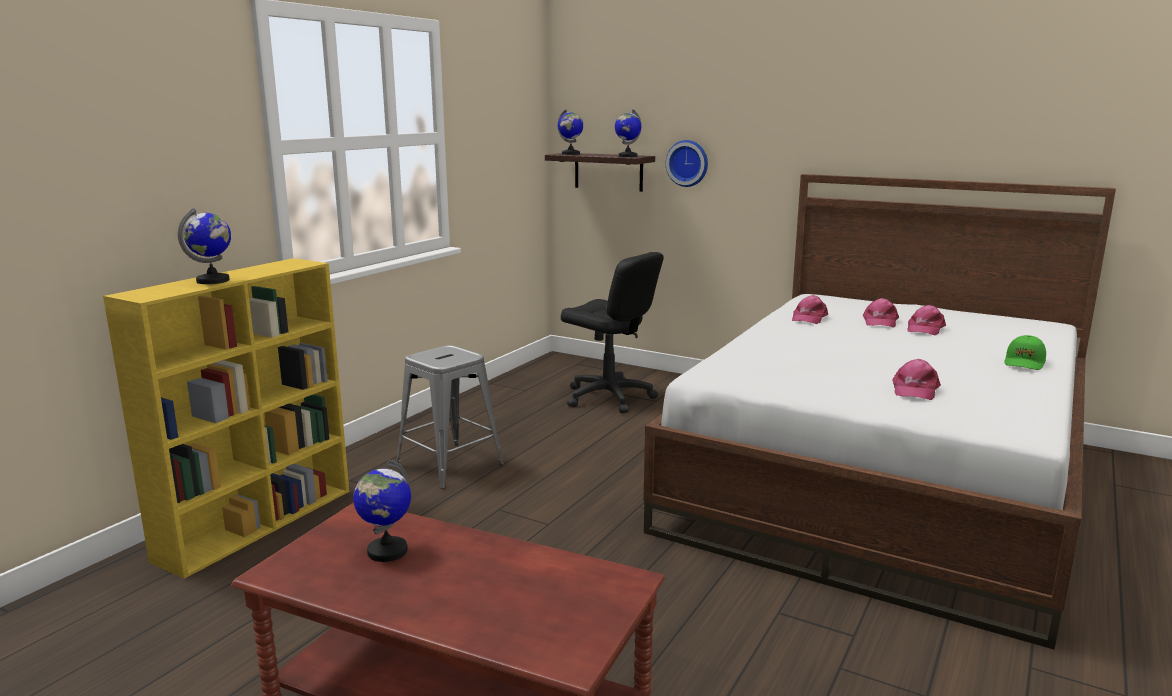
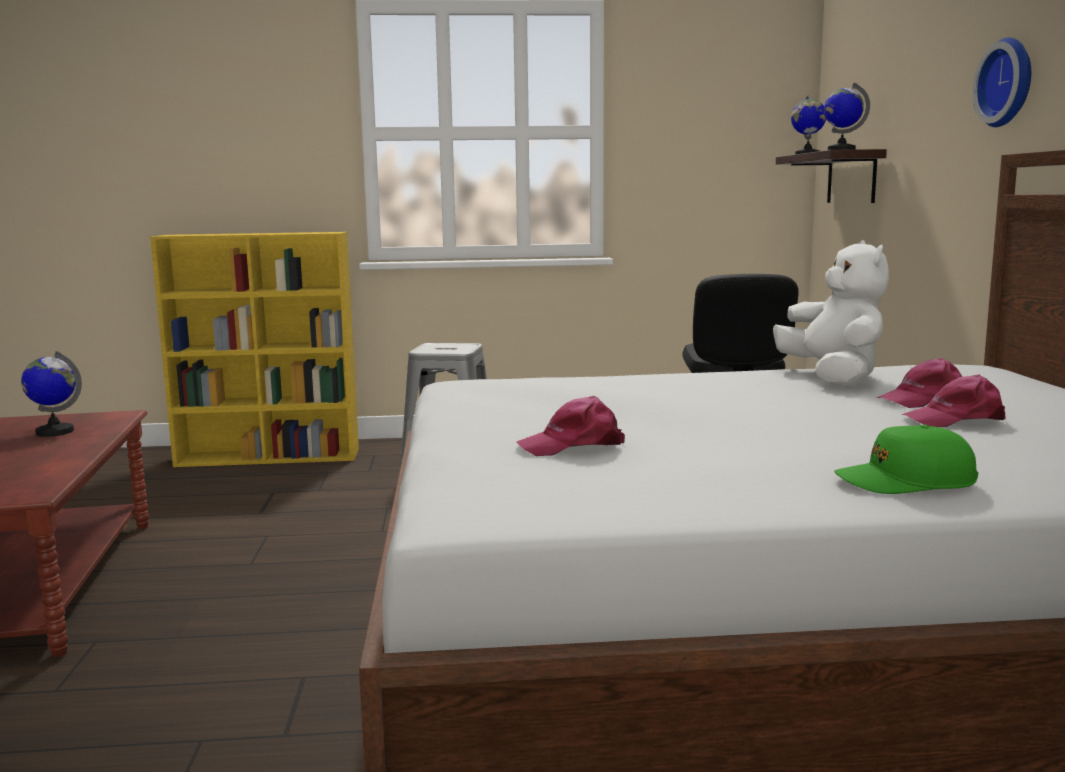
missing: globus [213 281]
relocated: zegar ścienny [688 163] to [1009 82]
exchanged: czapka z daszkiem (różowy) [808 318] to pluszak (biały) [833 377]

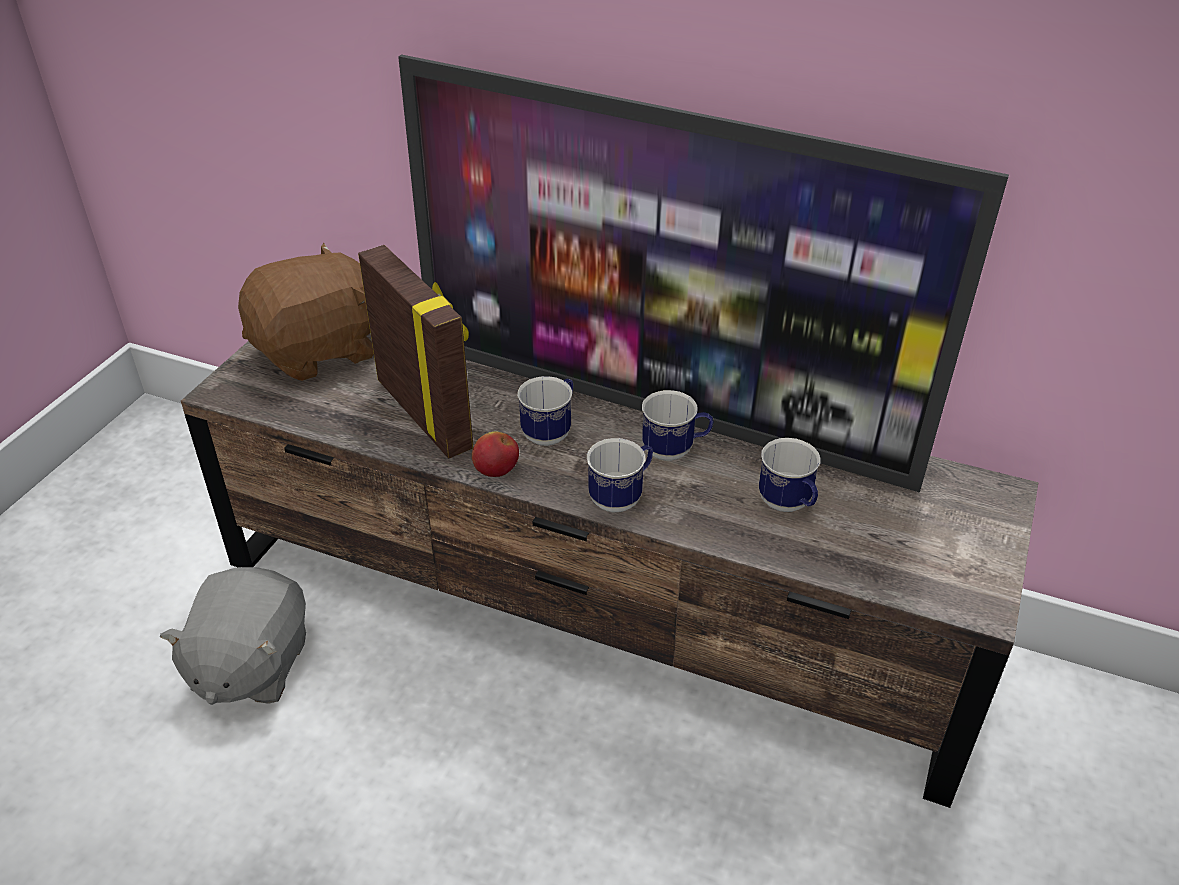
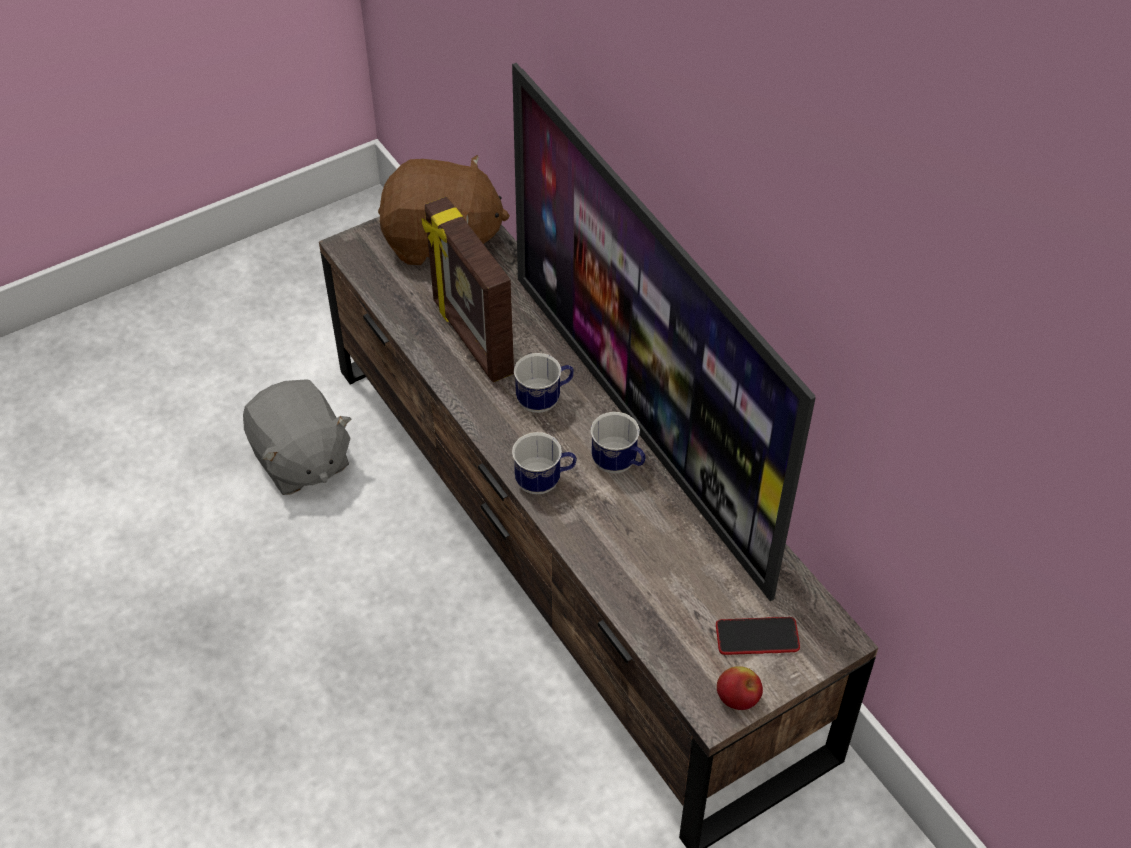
missing: kubek [788 506]
appeared: telefon [757 637]
relocated: jabłko [496 471] to [737 699]
spun: ramka na zdjęcie [426 414] = [471 338] 150 degrees clockwise; pluszak (szary) [250 666] = [301 460] 75 degrees counterclockwise

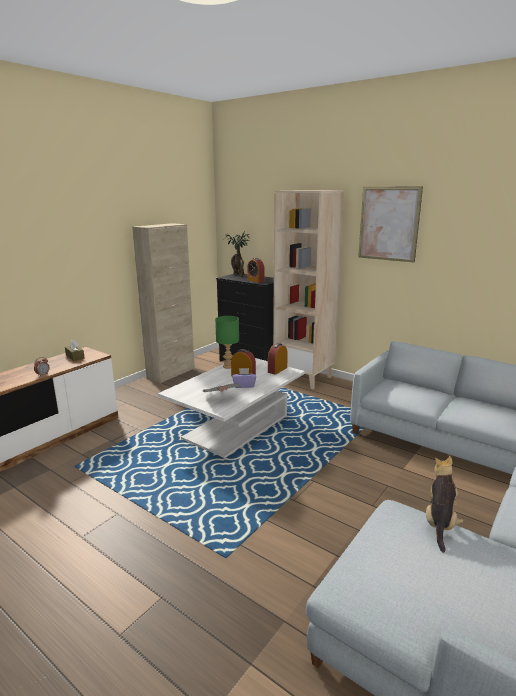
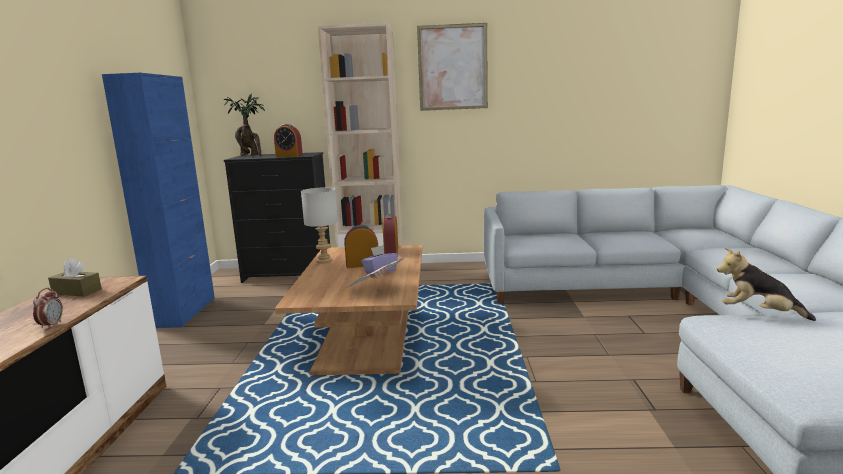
colour: szafka (beżowy) [171 373] to szafka (niebieski) [184 312]; lampa stołowa (zielony) [228 366] to lampa stołowa (szary) [324 261]; ława (biały) [236 427] to ława (brązowy) [365 339]
spun: pluszak [440 522] = [758 313] 45 degrees counterclockwise

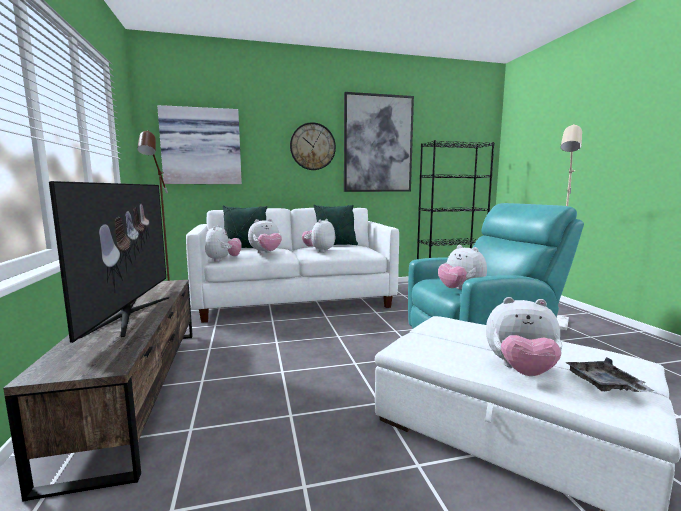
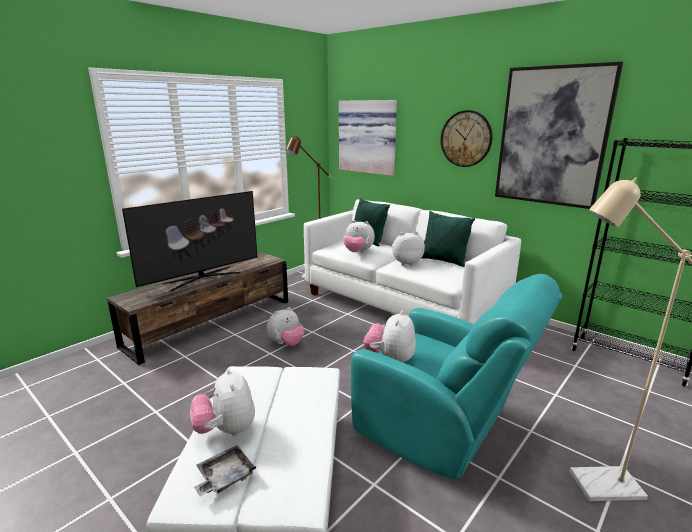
relocated: pluszak [223 260] to [286 343]

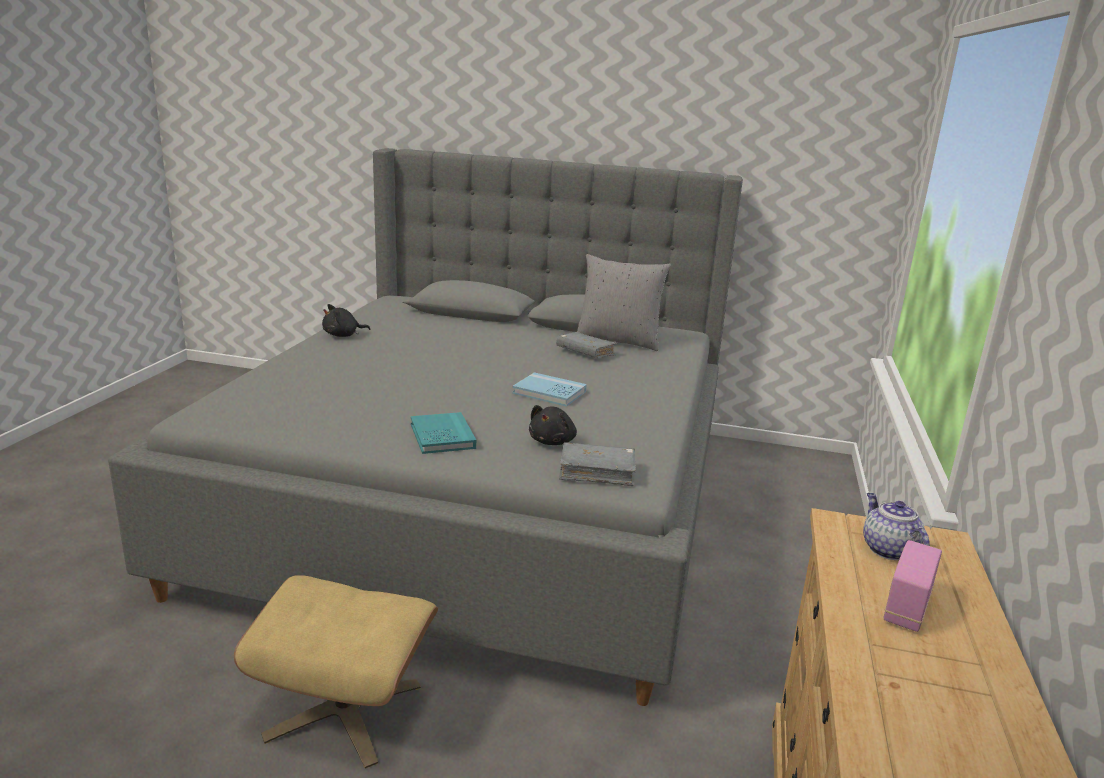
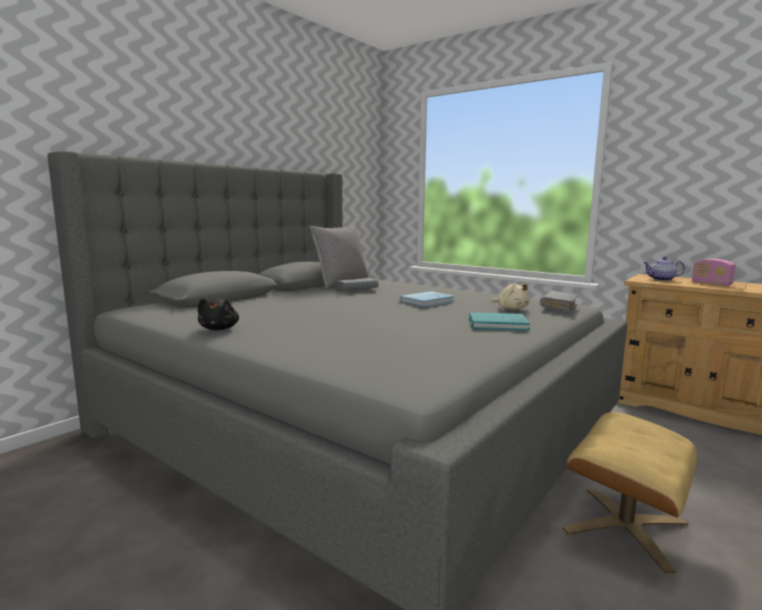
colour: pluszak (czarny) [553 441] to pluszak (beżowy) [511 309]

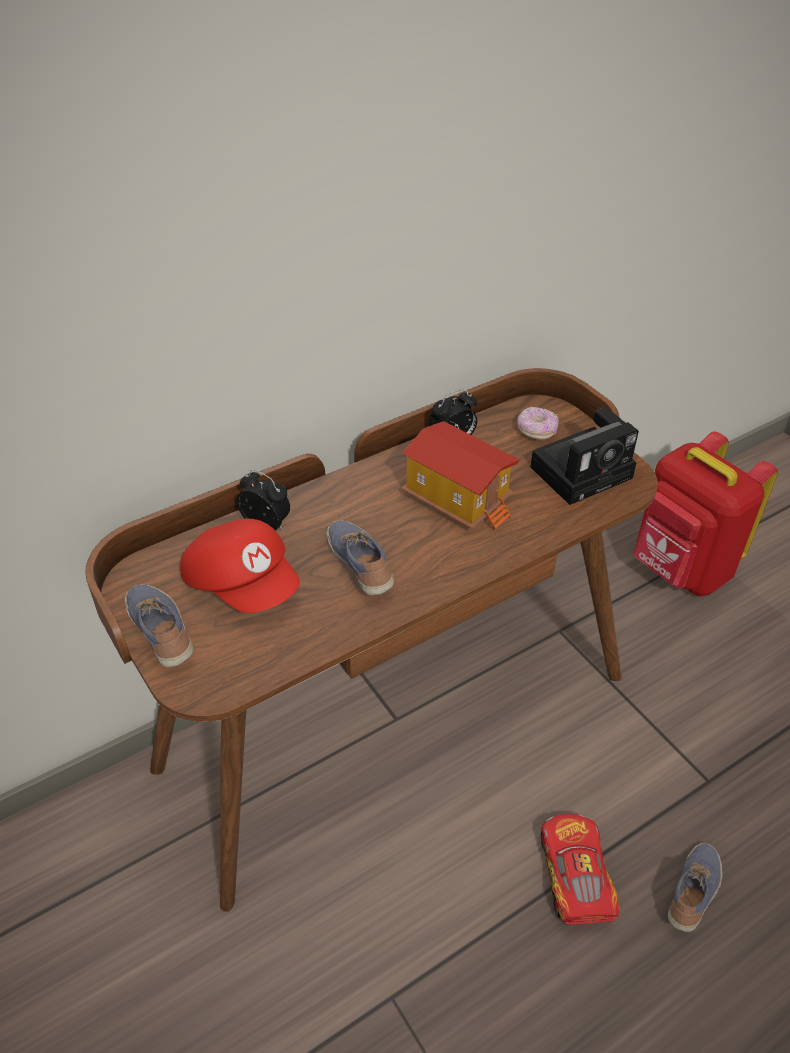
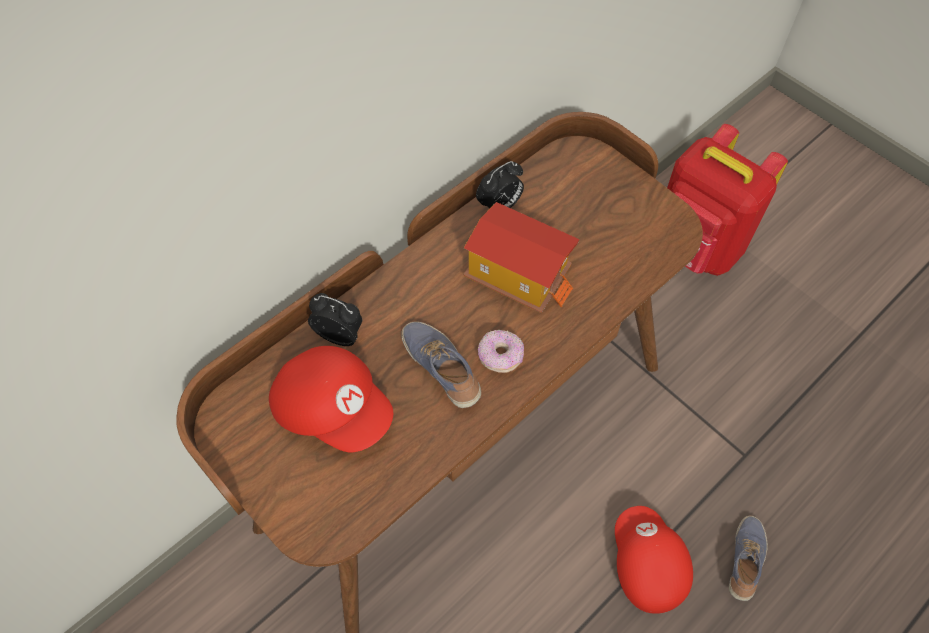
missing: aparat fotograficzny [584 470]; but [162 632]
relocated: donut [536 431] to [500 356]
exchanged: samochodzik [574 877] to czapka z daszkiem (czerwony) [646 565]

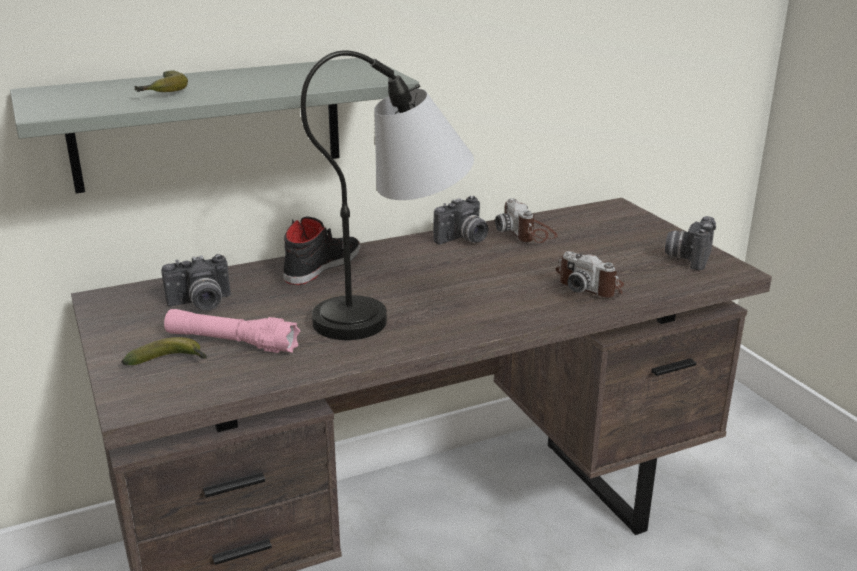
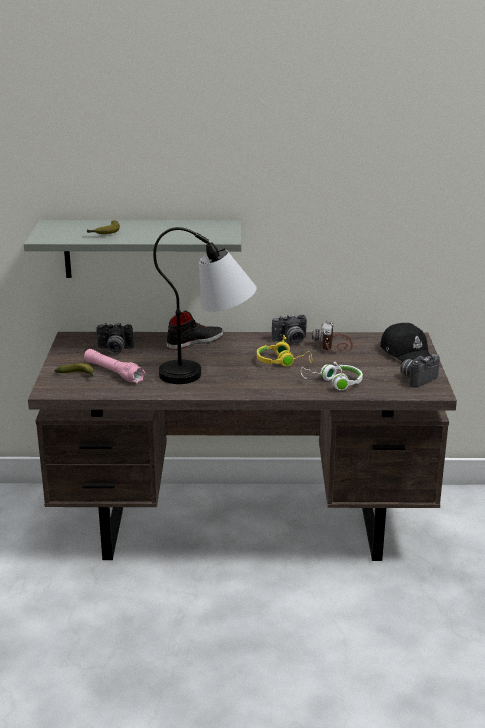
appeared: czapka z daszkiem (czarny) [407 353]; słuchawki (żółty) [283 362]
exchanged: aparat fotograficzny [591 286] to słuchawki (biały) [334 383]

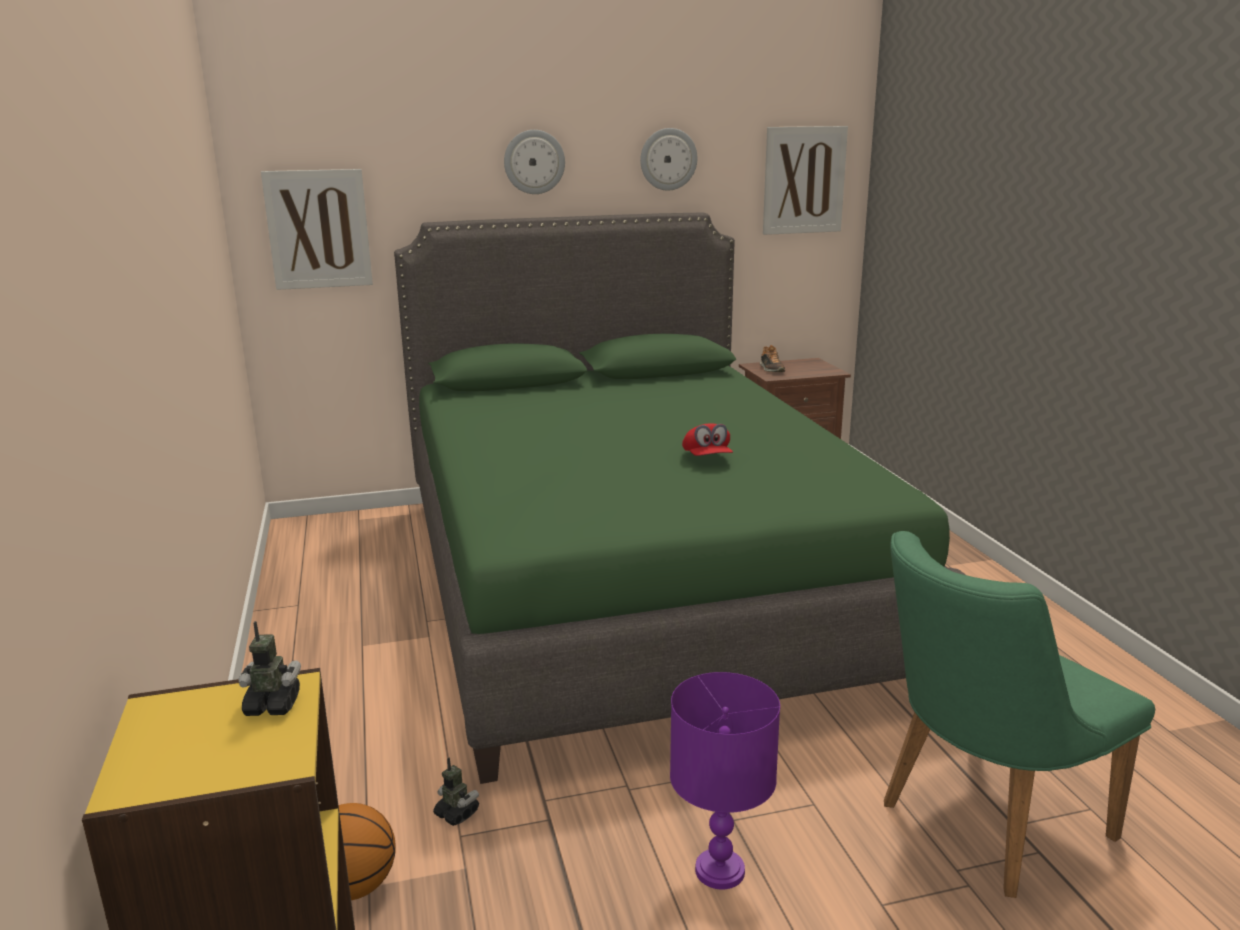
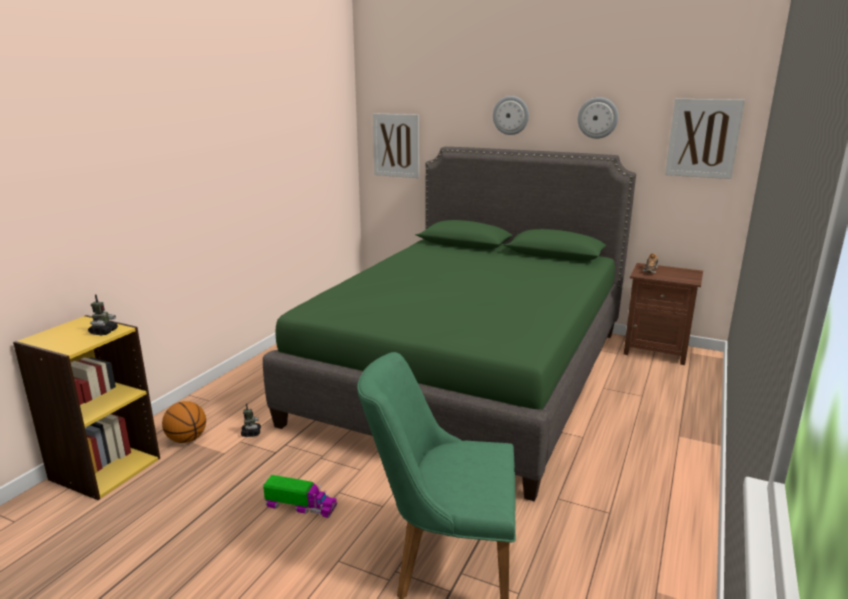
missing: czapka z daszkiem (czerwony) [707 458]
exchanged: lampa stołowa (fioletowy) [718 870] to ciężarówka zabawkowa [301 506]
spun: robot zabawkowy [272 705] = [103 332] 60 degrees clockwise

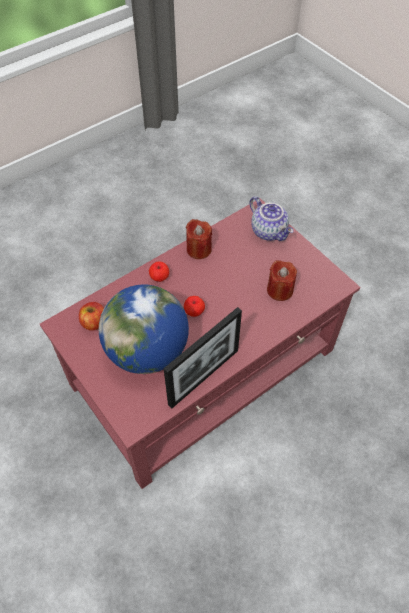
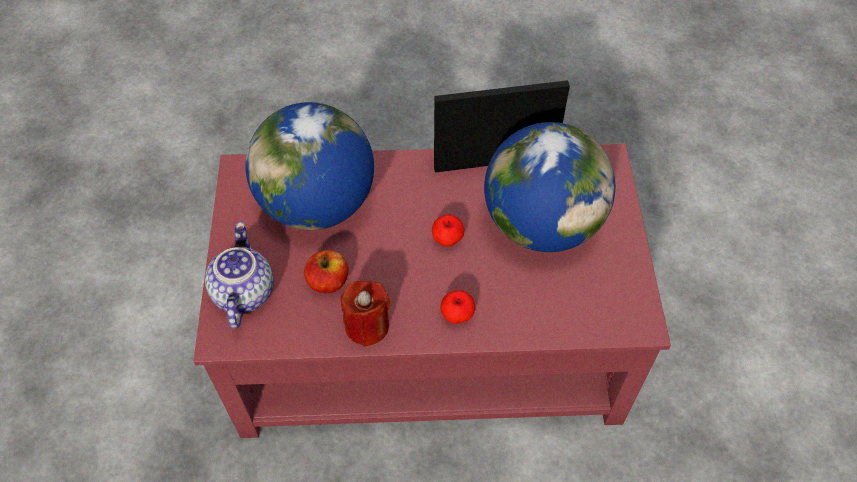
relocated: jabłko [94 322] to [328 282]
exchanged: świeca (czerwony) [279 290] to globus [317 204]

